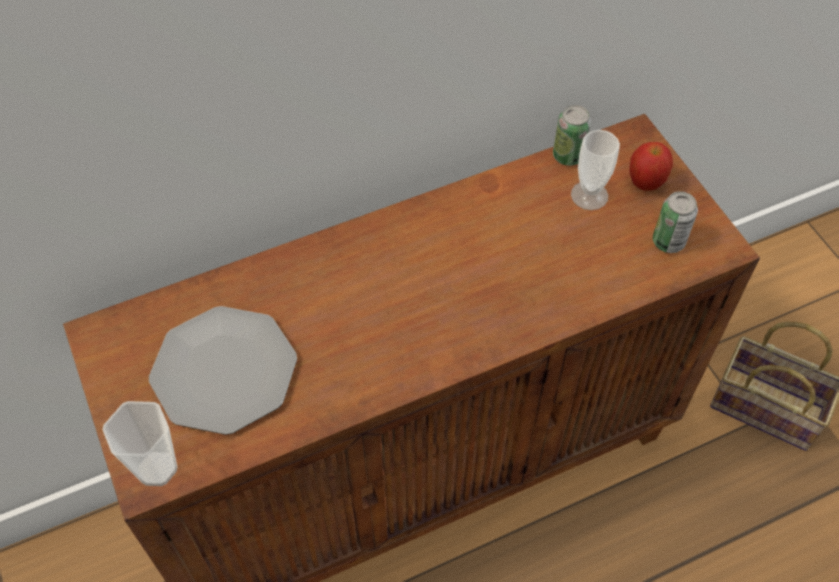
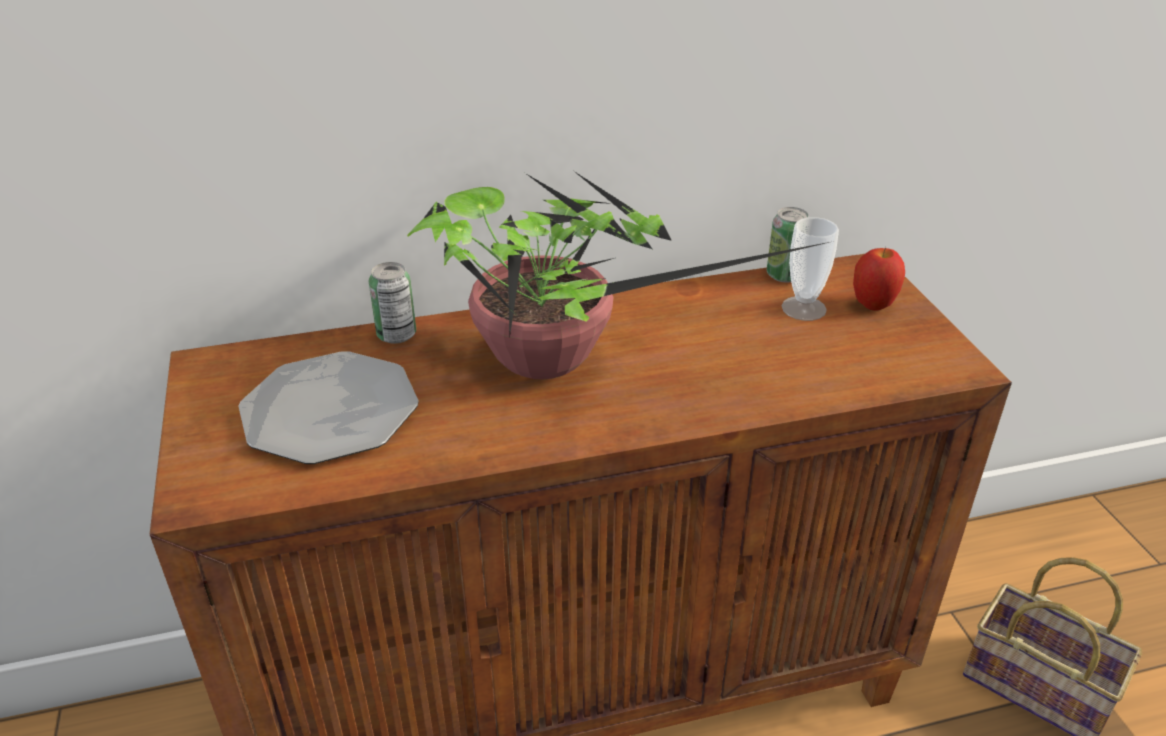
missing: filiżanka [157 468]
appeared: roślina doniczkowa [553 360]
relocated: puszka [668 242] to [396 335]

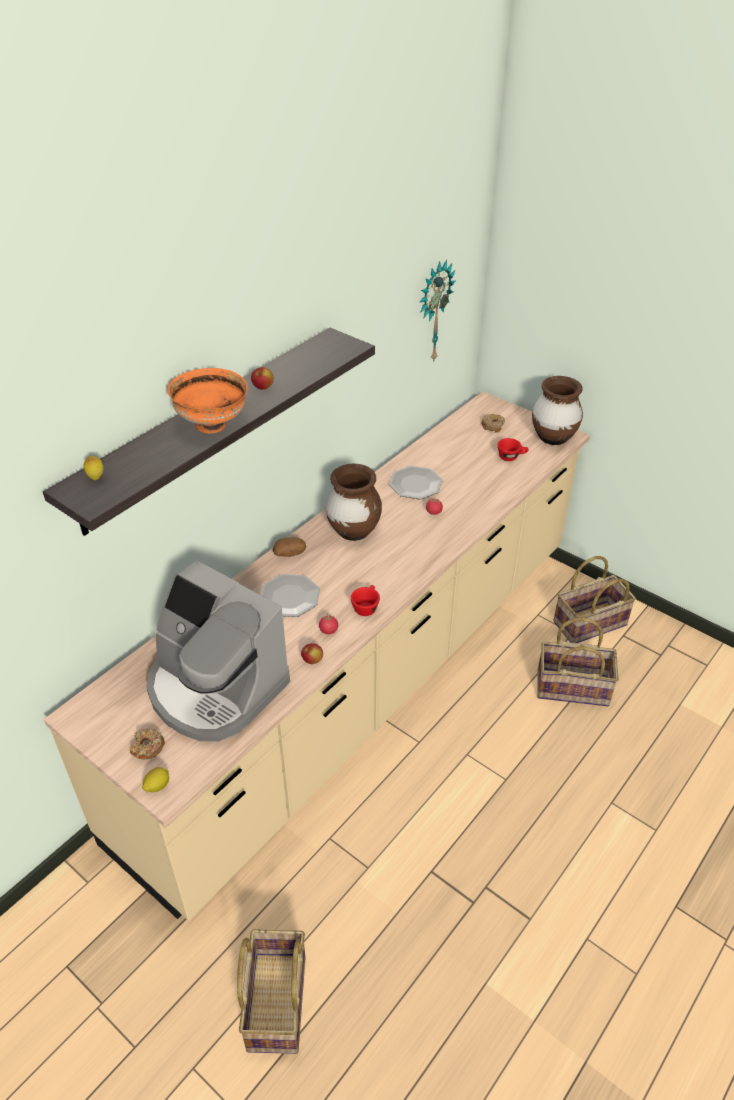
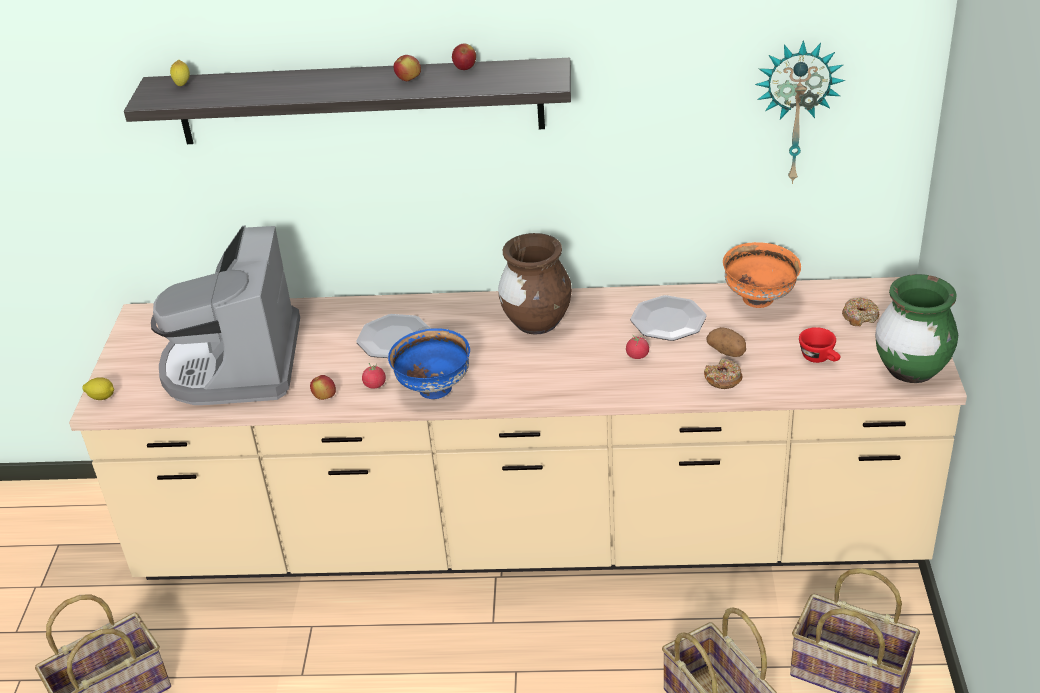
appeared: jabłko [465 68]
relocated: miska (pomarańczowy) [212 424] to [759 299]; ziemniak [290 554] to [727 352]; donut [147 747] to [723 379]
exchanged: filiżanka (czerwony) [366 606] to miska (niebieski) [433 389]
colour: wazon (brązowy) [553 438] to wazon (zielony) [910 370]

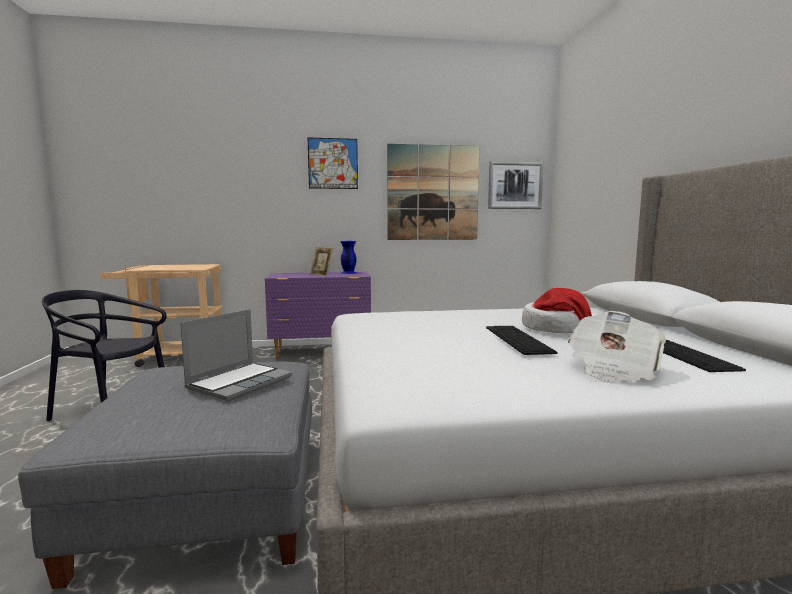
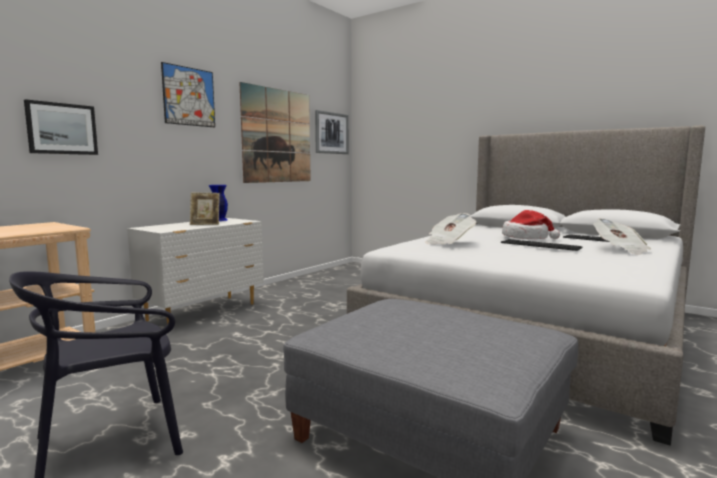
missing: laptop [240 382]
appeared: obraz [62 129]; gazeta [448 242]
colour: komoda (fioletowy) [321 351] to komoda (biały) [204 312]

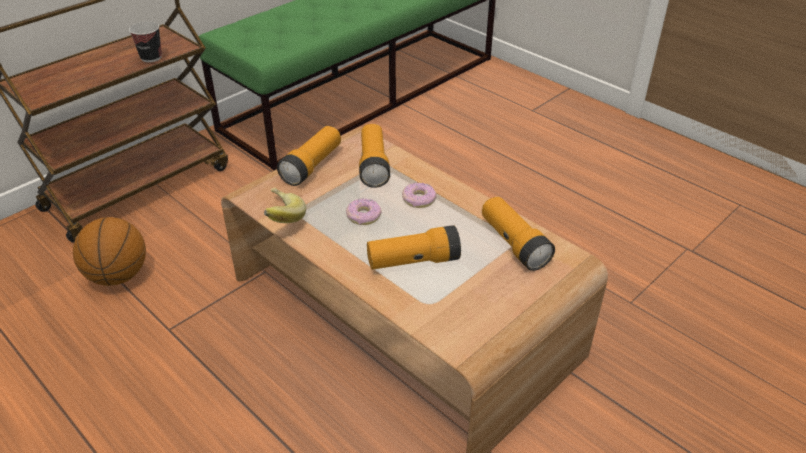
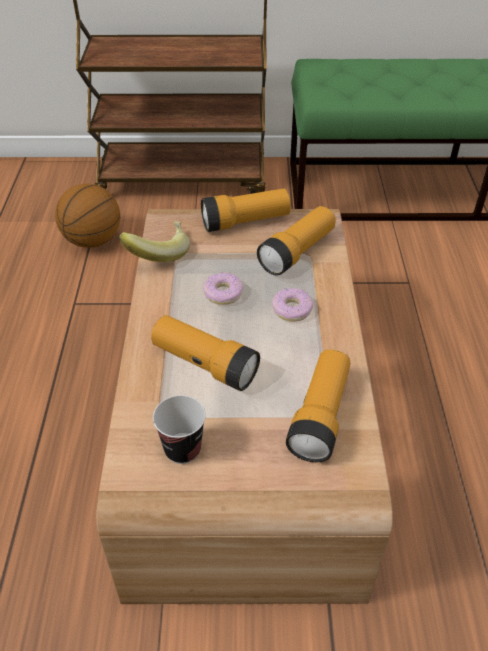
relocated: filiżanka [151 57] to [182 449]

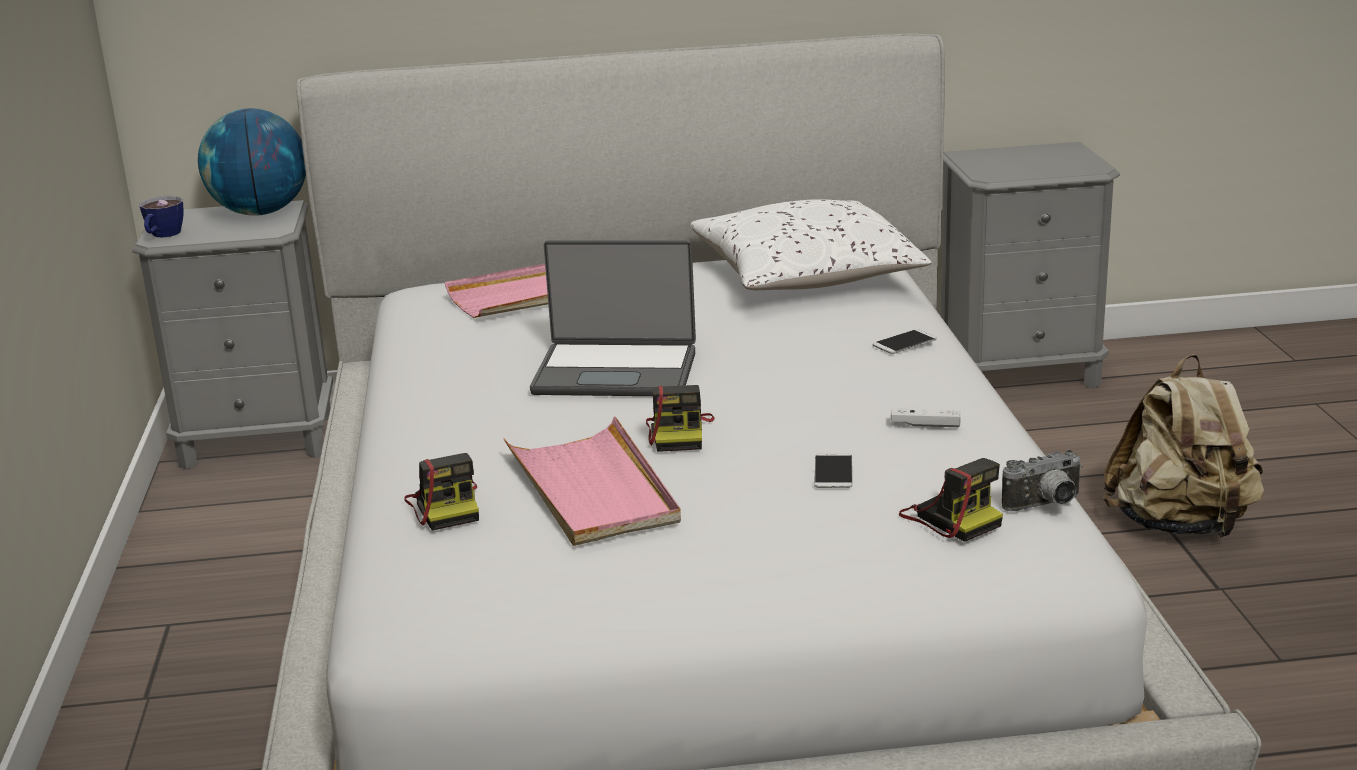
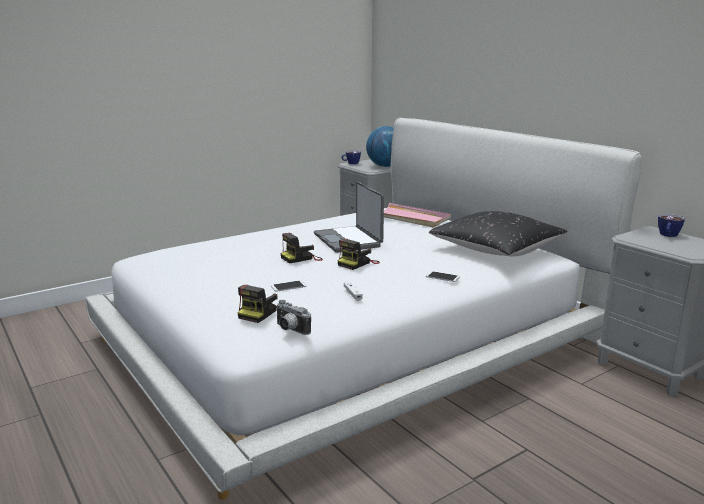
missing: plecak (beżowy) [1180 525]; taca (różowy) [593 489]
appeared: filiżanka [668 235]
relocated: aparat fotograficzny [446 507] to [357 263]
colour: poduszka (biały) [806 276] to poduszka (czarny) [496 249]

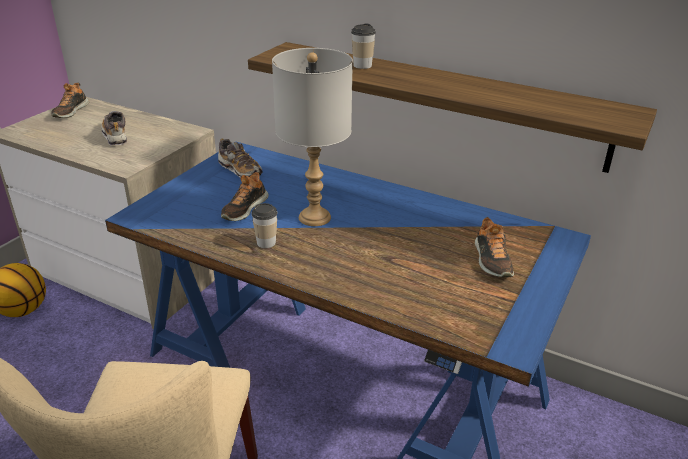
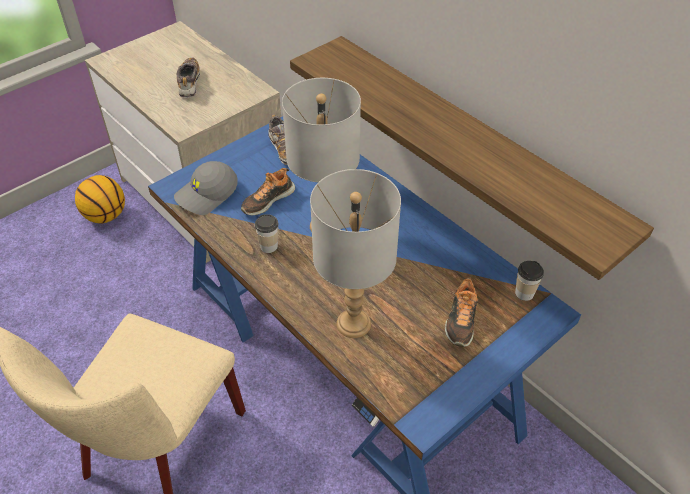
missing: but [70 111]
appeared: czapka z daszkiem (szary) [207 195]; lampa stołowa (szary) [354 323]
relocated: filiżanka [362 65] to [524 293]

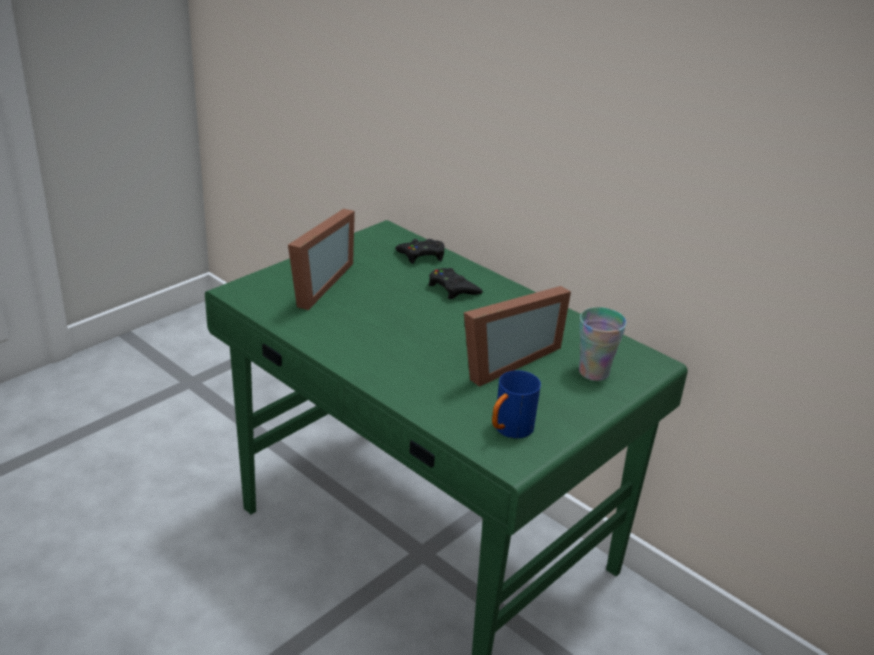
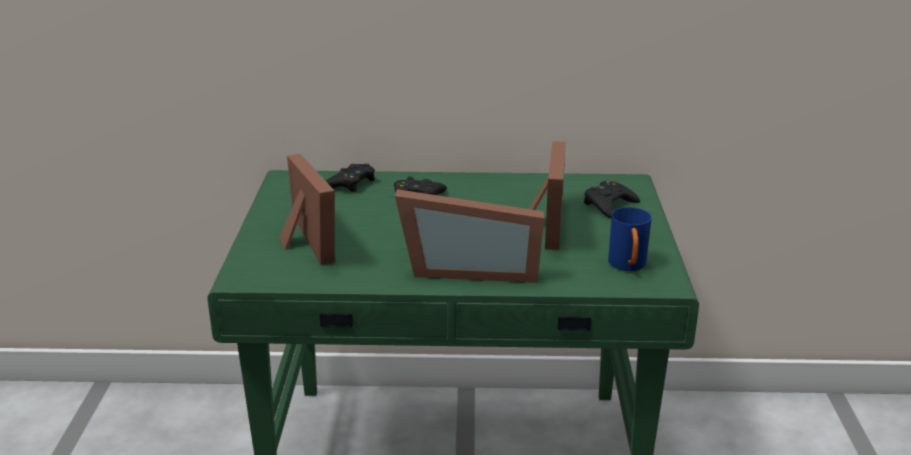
appeared: ramka na zdjęcie [470 269]
exchanged: filiżanka [593 372] to pad do gier (czarny) [609 204]

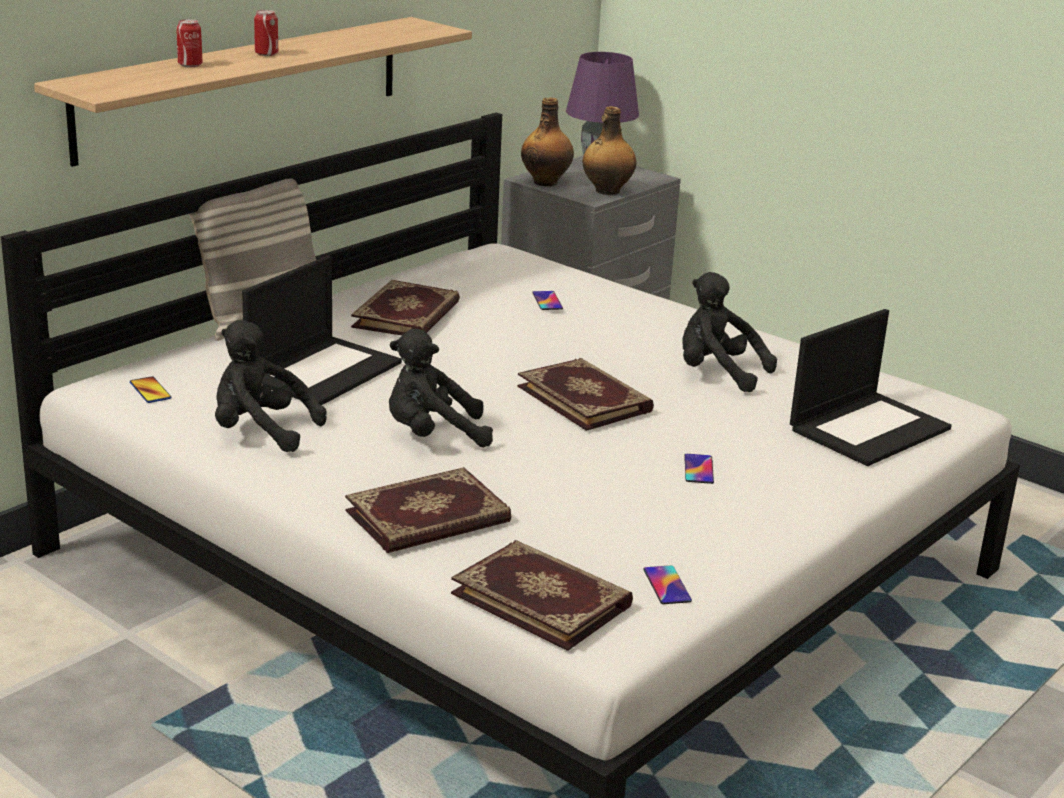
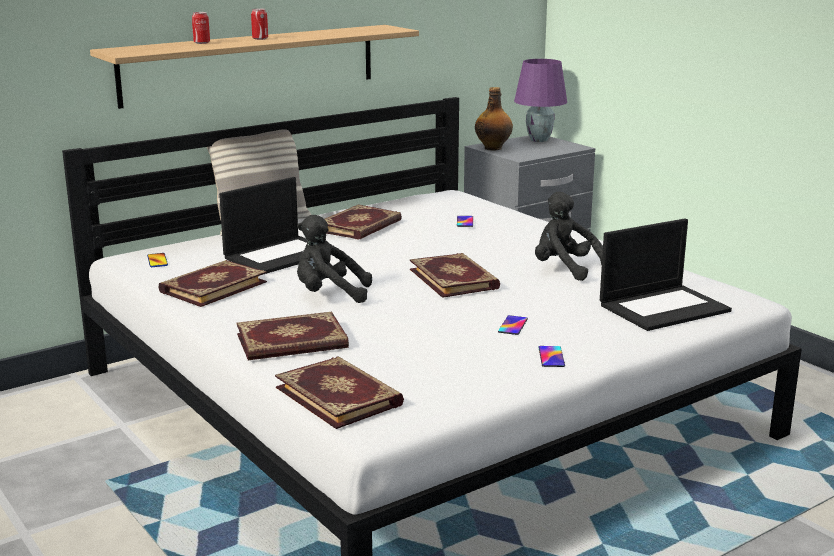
missing: butelka [606 191]
relocated: telefon [667 585] to [551 357]
exchanged: pluszak (czarny) [260 432] to książka [212 286]

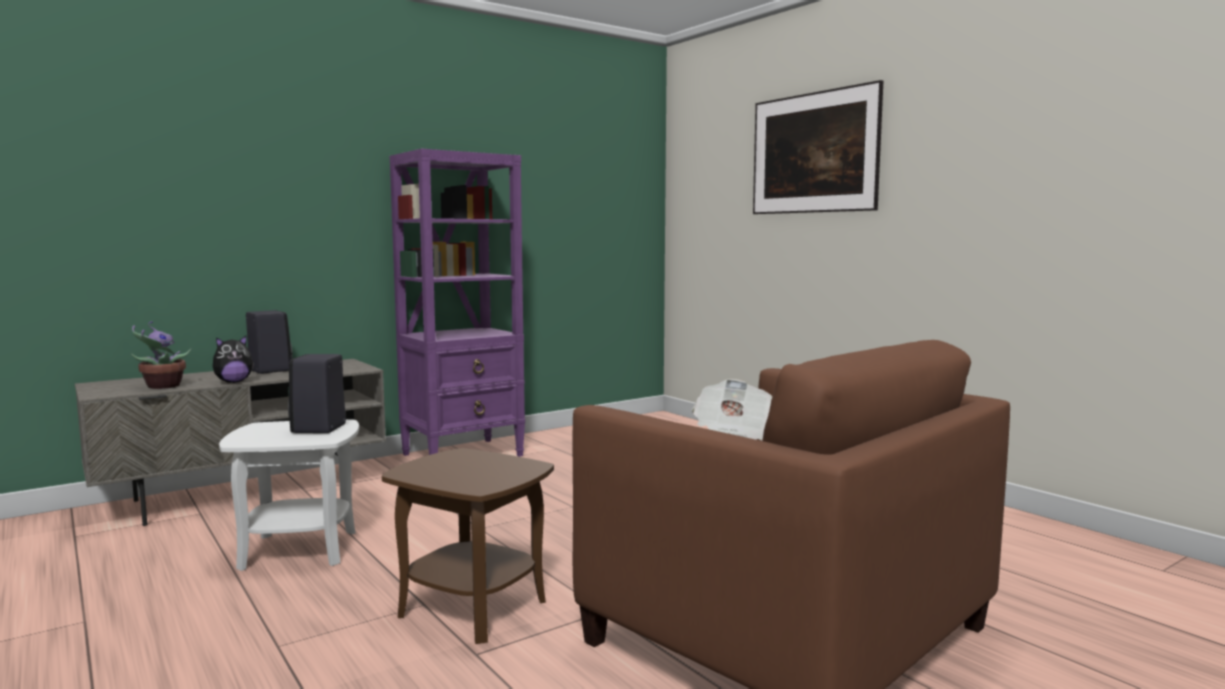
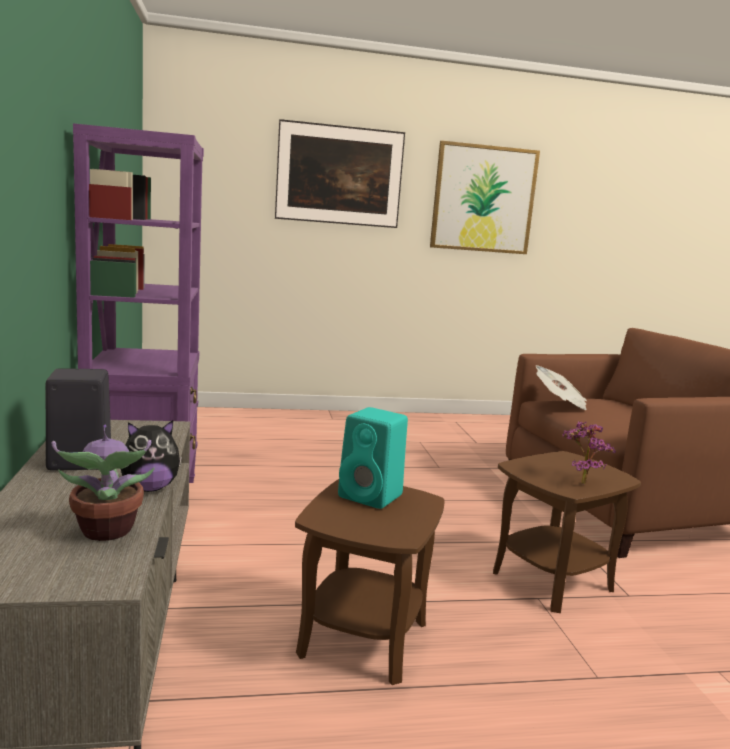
appeared: obraz [483 199]; roślina doniczkowa [580 482]
colour: głośnik (czarny) [318 429] to głośnik (turkusowy) [372 496]; stolik (biały) [299 549] to stolik (brązowy) [362 638]
spun: pluszak [233 382] = [150 488] 75 degrees clockwise

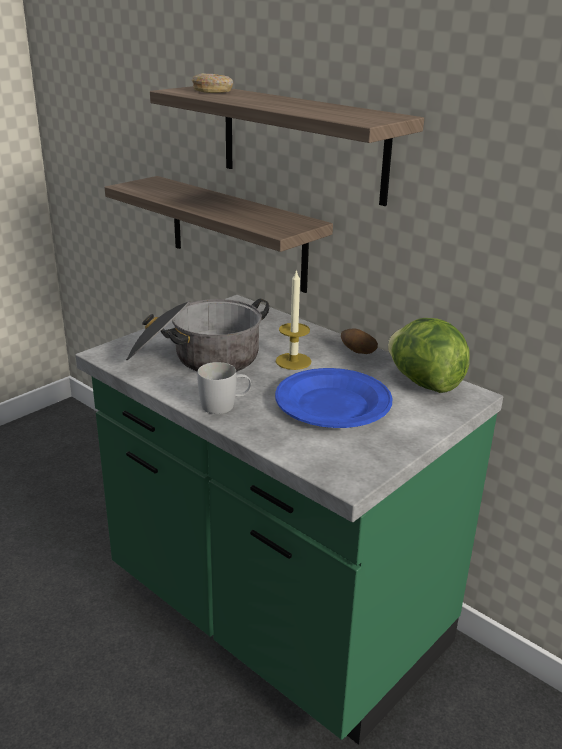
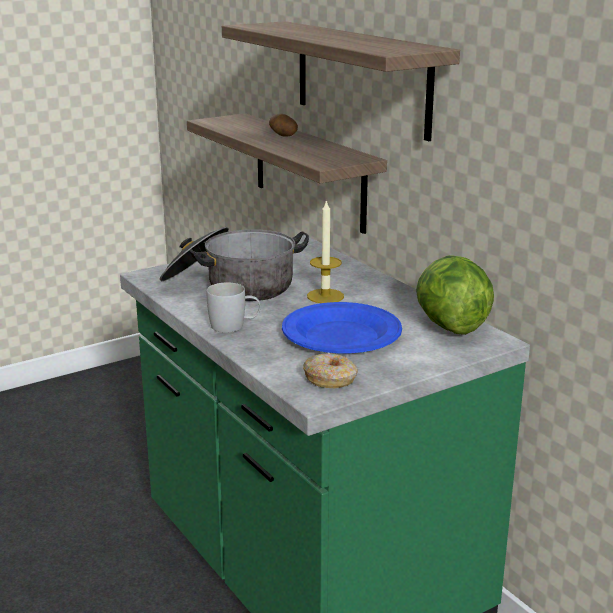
relocated: donut [213 91] to [331 379]; ziemniak [357 352] to [283 136]

